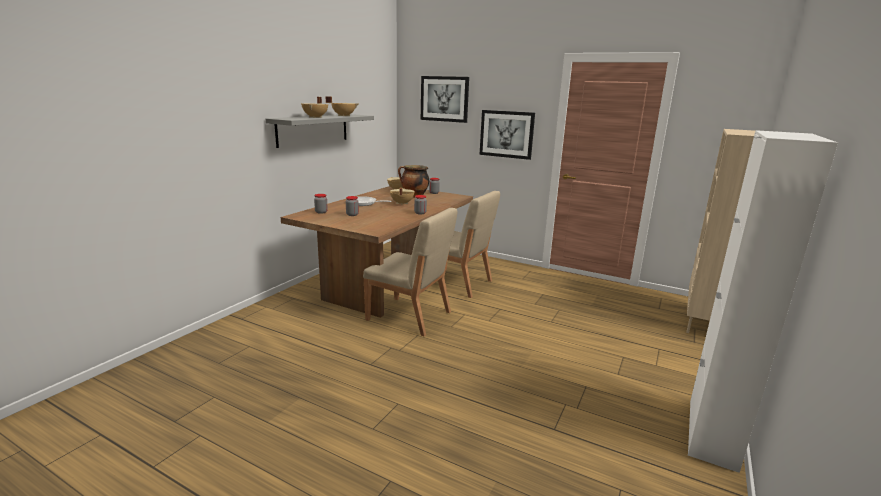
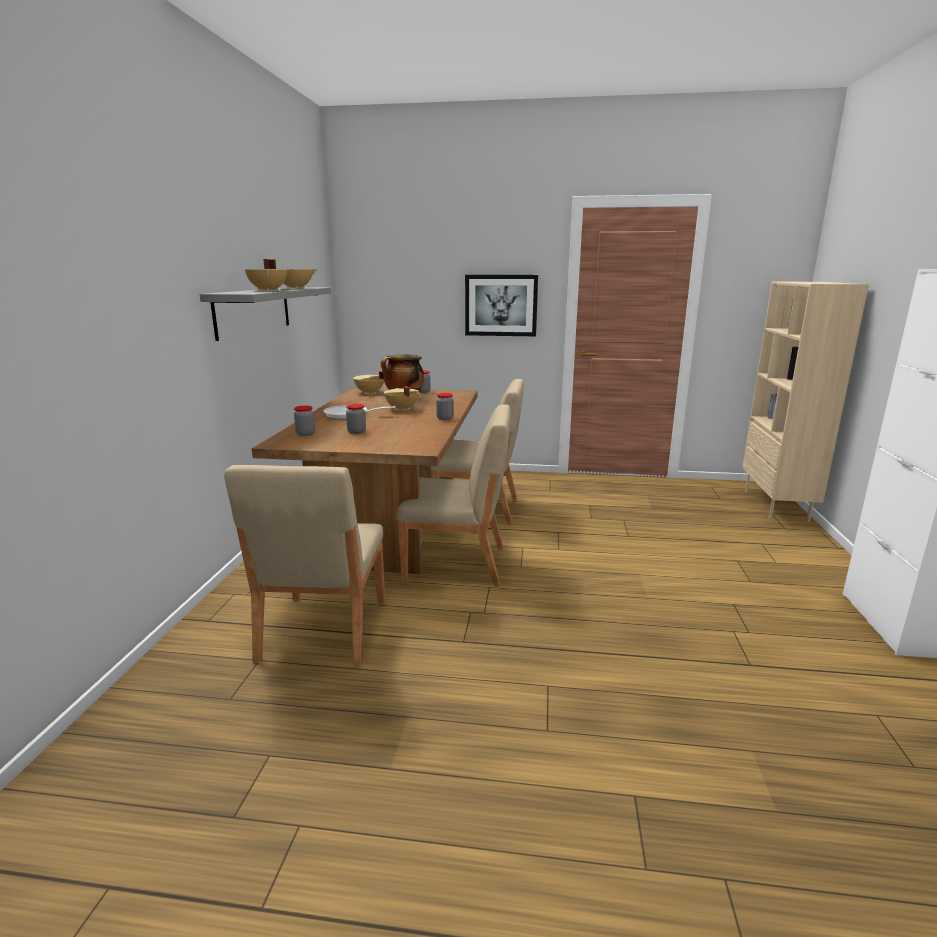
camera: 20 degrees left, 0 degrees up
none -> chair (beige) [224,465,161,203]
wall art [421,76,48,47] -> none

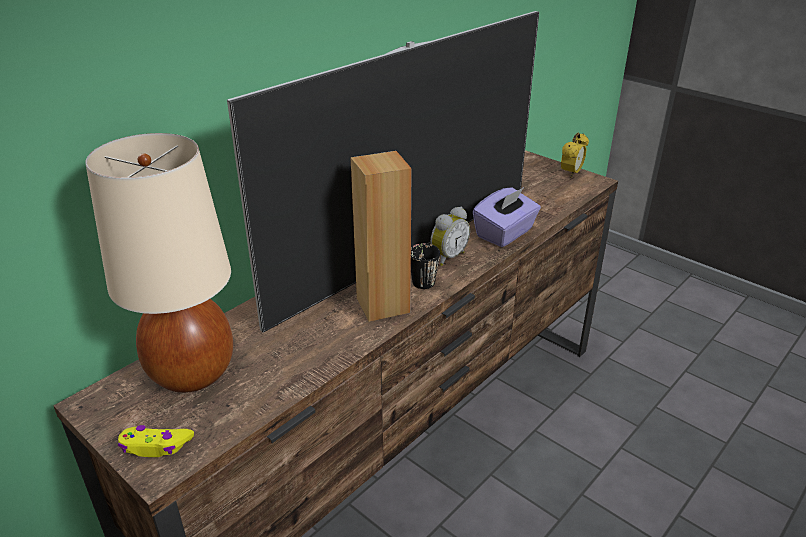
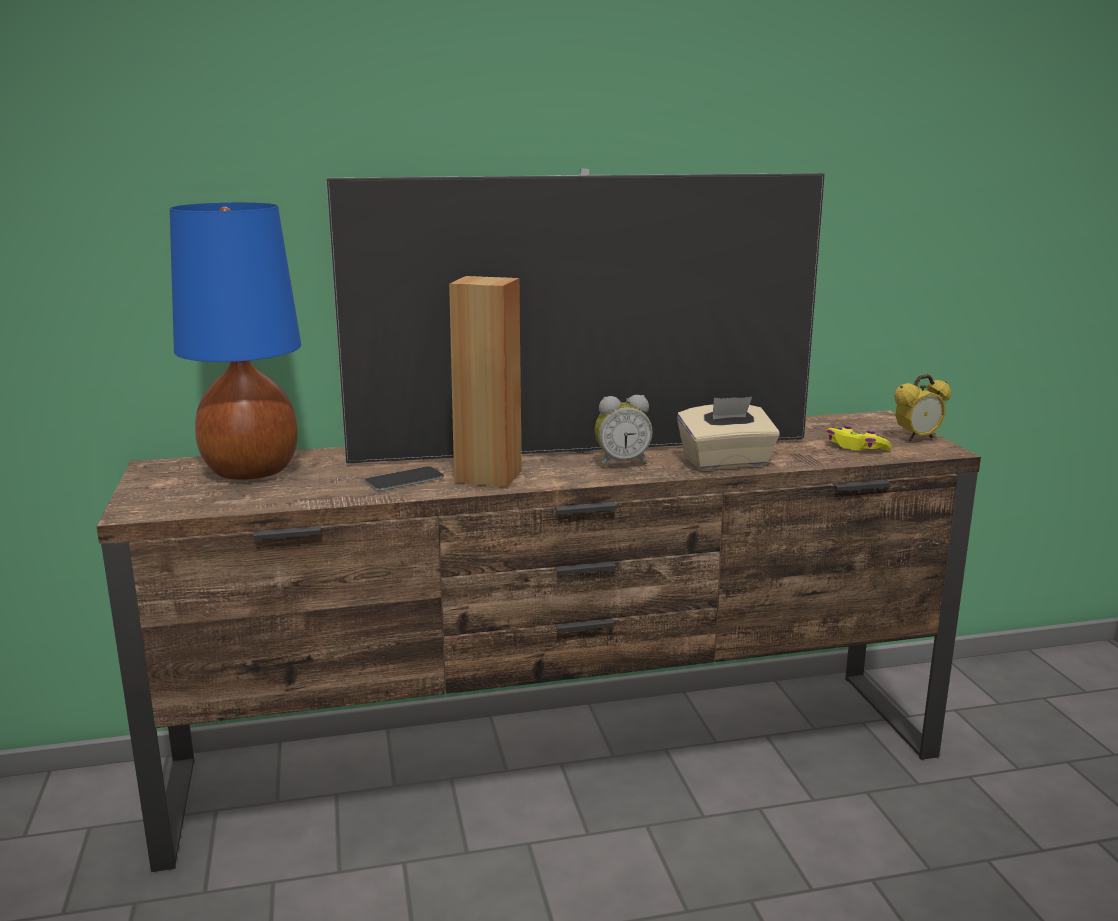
camera: 35 degrees right, 15 degrees down
tabletop lamp (beige) [85,133,148,260] -> tabletop lamp (bluish) [170,203,131,277]
none -> phone [365,466,79,25]
tissue box (purple) [473,187,68,60] -> tissue box (beige) [677,397,103,73]
game controller (yellow) [118,425,76,32] -> game controller (yellow) [827,426,65,24], moved
tea mug (blackish) [411,243,29,46] -> none

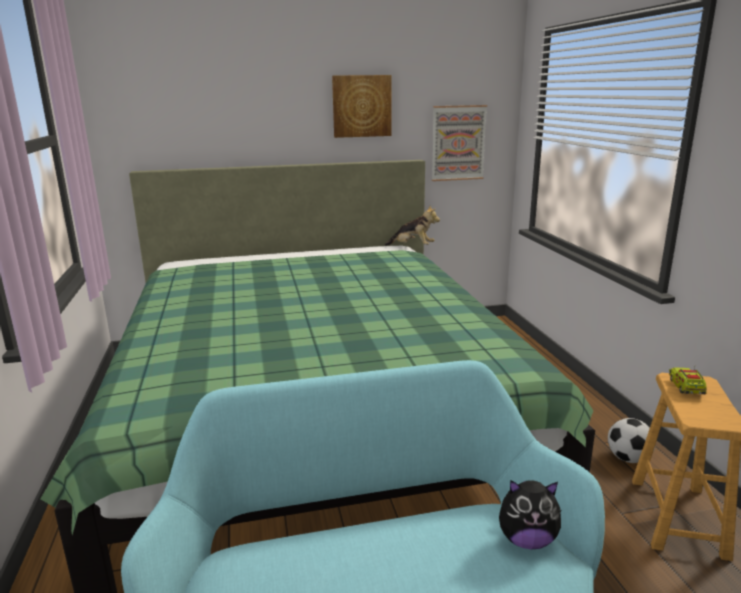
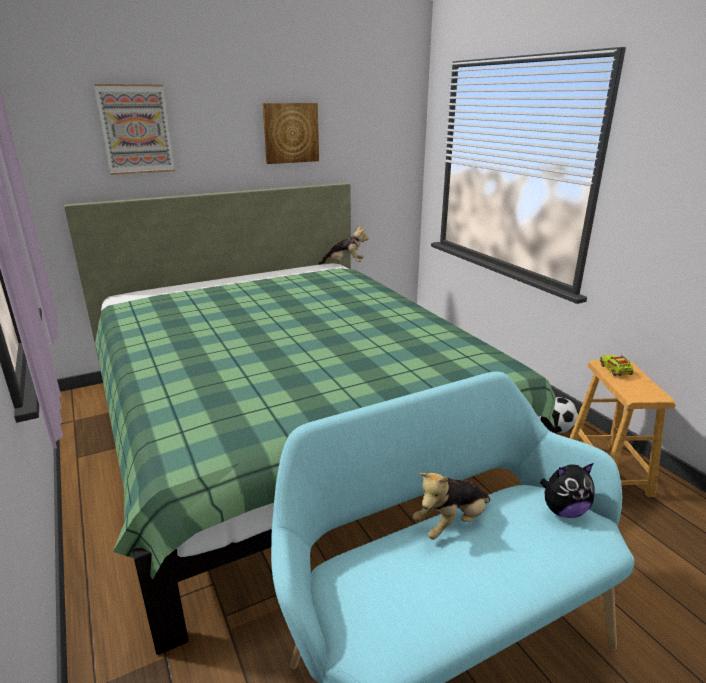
camera: 15 degrees left, 5 degrees up
wall art [432,105,55,76] -> wall art [94,84,81,91], moved
none -> plush toy [413,473,77,67]

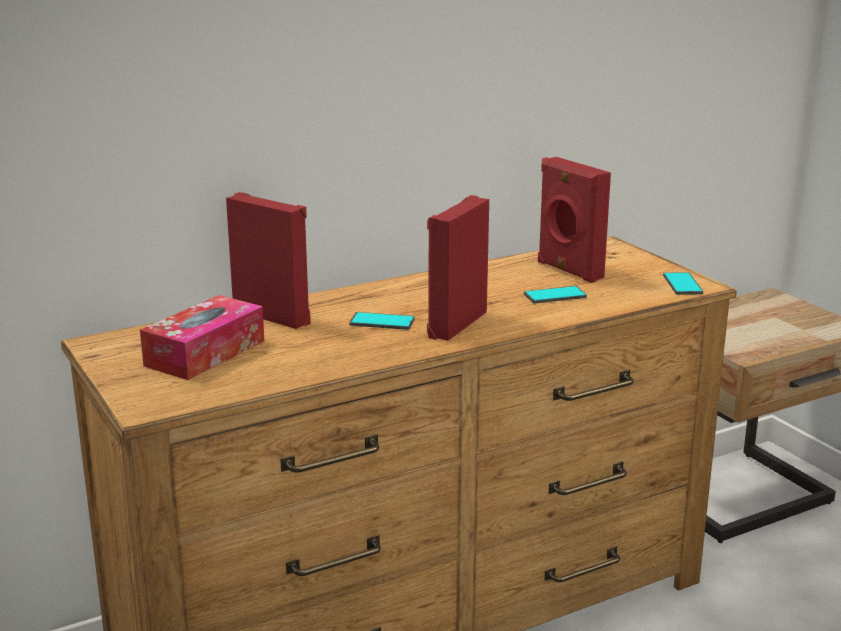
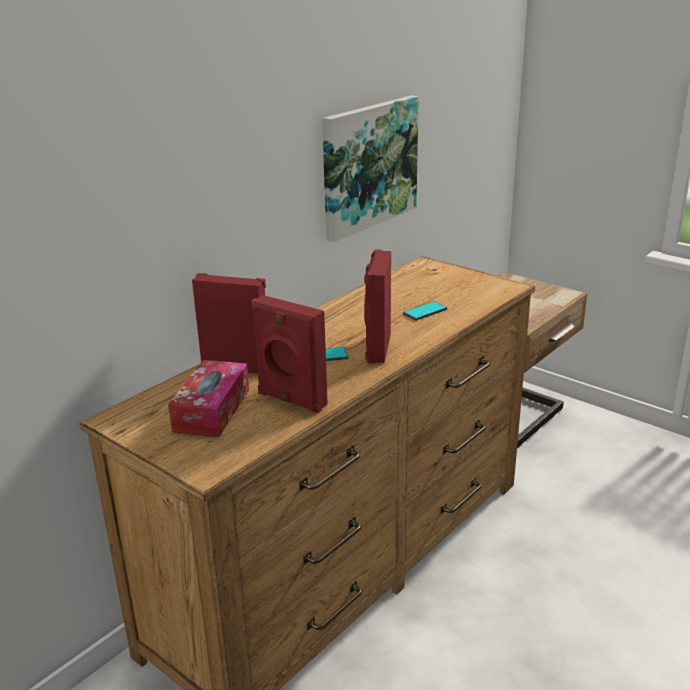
camera: 20 degrees left, 5 degrees up
audio speaker (red) [538,157,73,126] -> audio speaker (red) [251,295,76,118], moved
none -> wall art [322,95,97,147]
phone [663,272,40,23] -> none

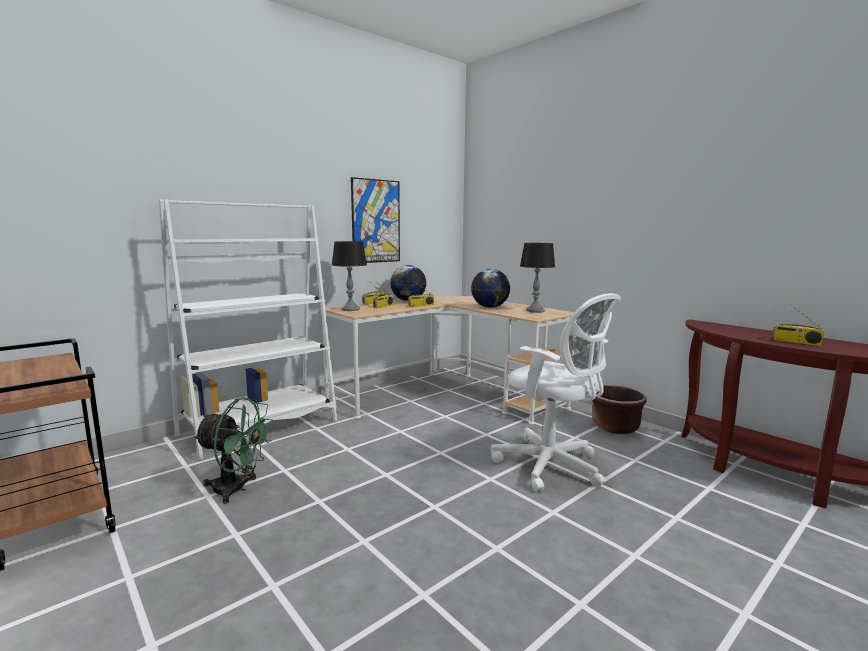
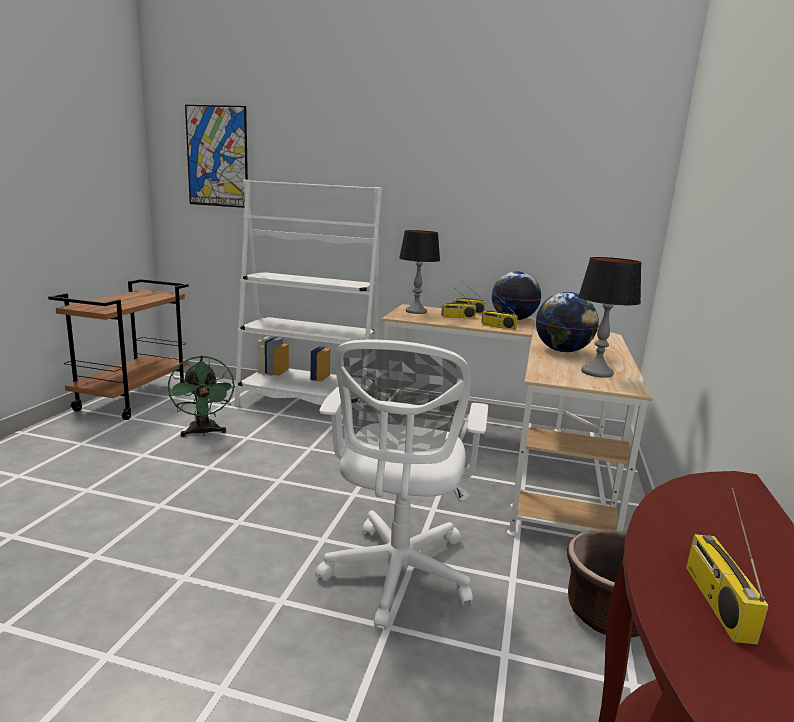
camera: 55 degrees right, 5 degrees up
wall art [351,177,49,86] -> wall art [185,105,63,103], moved

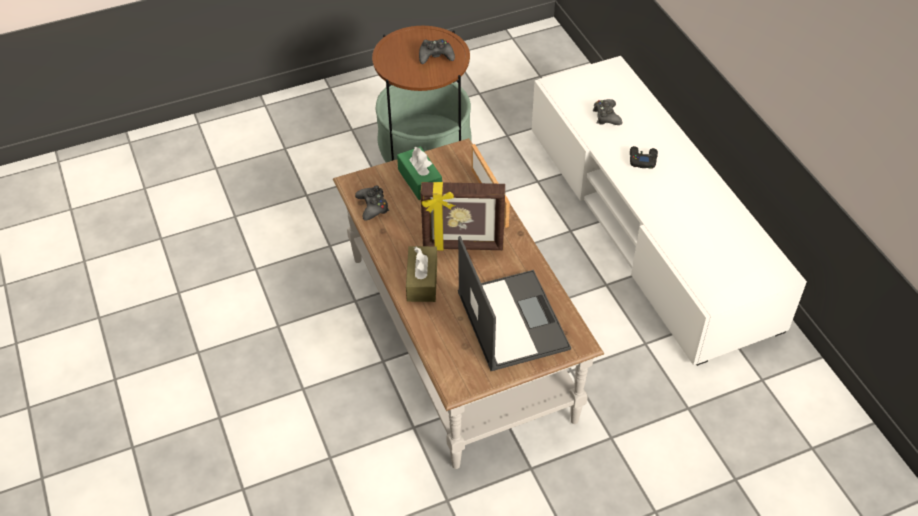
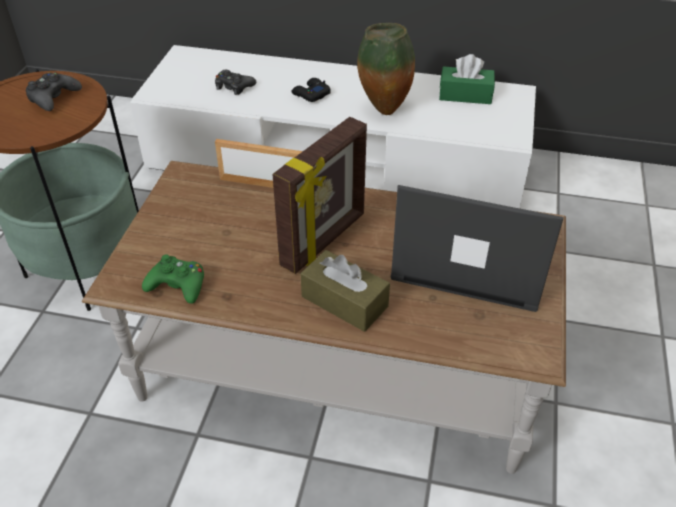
camera: 55 degrees left, 5 degrees down
game controller (blackish) [355,185,34,36] -> game controller (greenish) [142,254,62,50]
none -> decorative vase [357,23,58,92]
tissue box (greenish) [397,147,45,53] -> tissue box (greenish) [439,54,56,50], moved

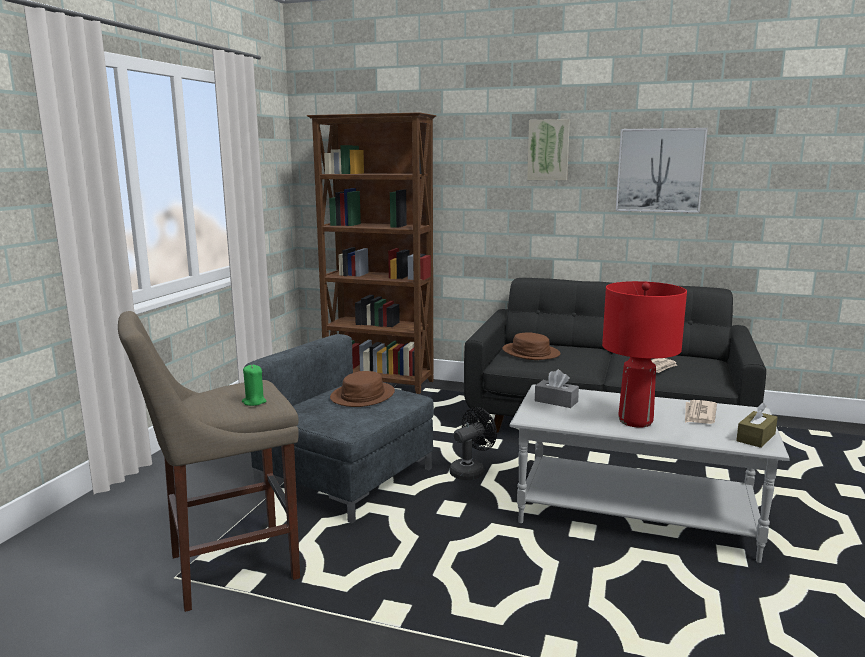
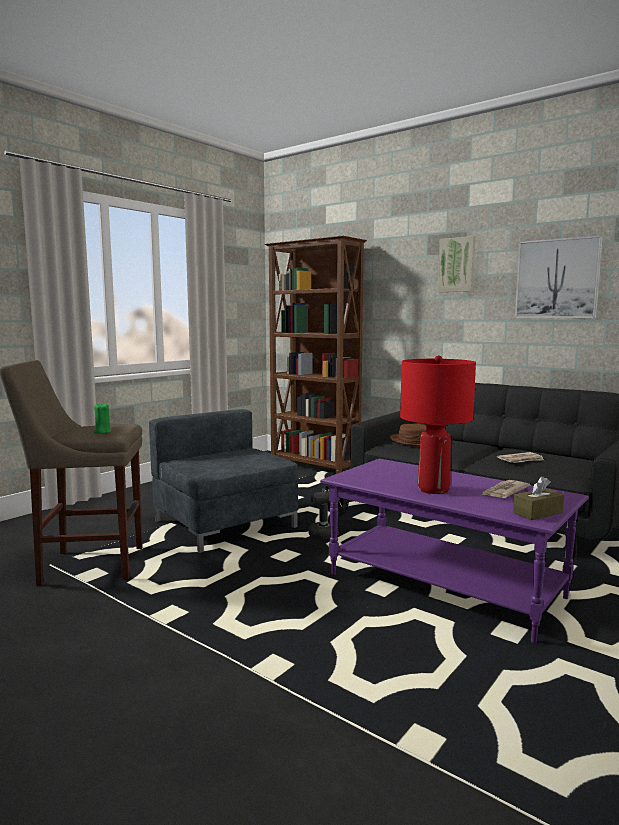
camera: 20 degrees right, 5 degrees down
lounge table (greyish) [509,384,281,179] -> lounge table (purple) [320,459,269,184]
hat (brownish) [330,371,65,36] -> none
tissue box (greyish) [535,370,44,38] -> none

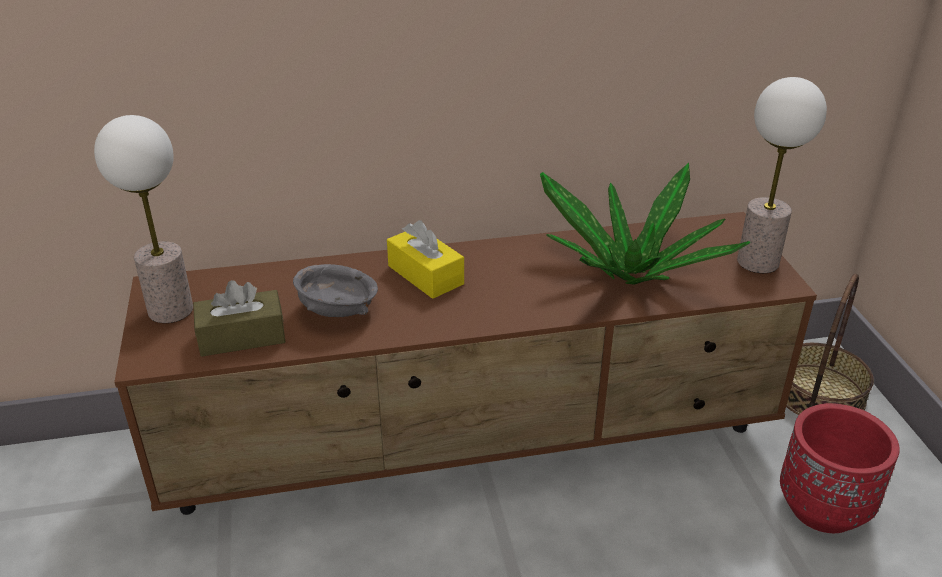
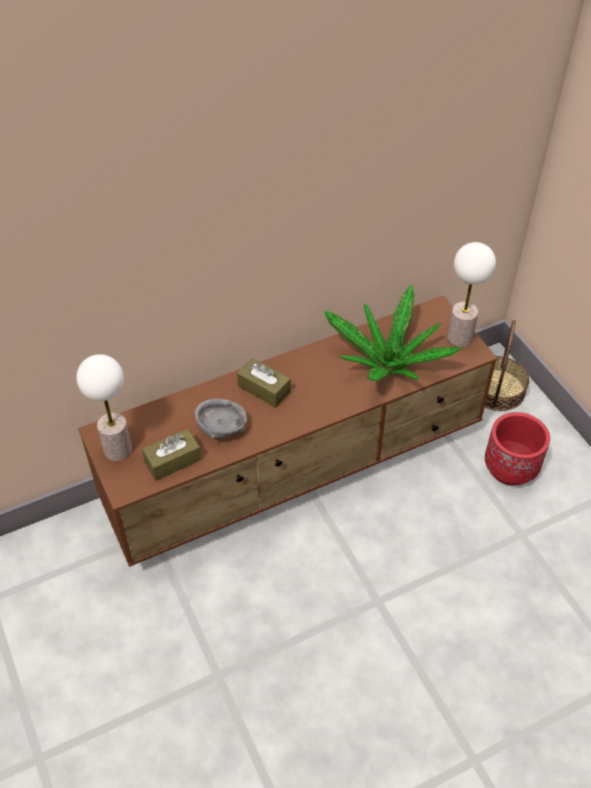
camera: 15 degrees left, 15 degrees up
tissue box (yellow) [387,220,77,79] -> tissue box (brownish) [237,358,54,49]

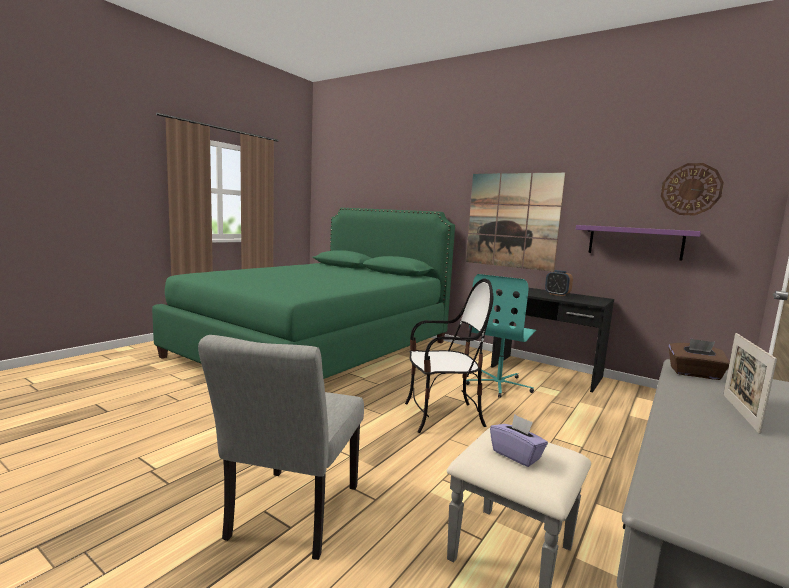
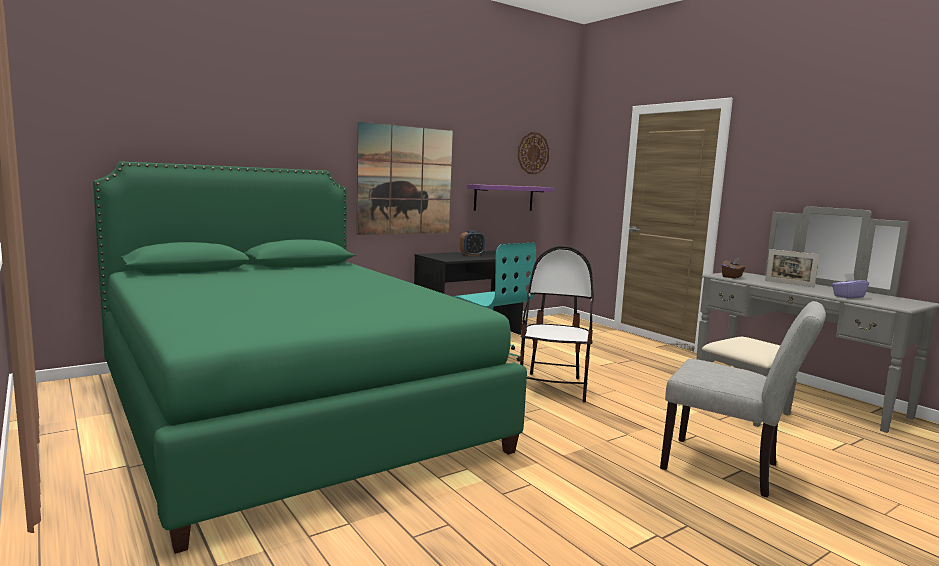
camera: 70 degrees left, 0 degrees up
tissue box (purple) [490,414,58,53] -> tissue box (purple) [832,273,37,26], moved

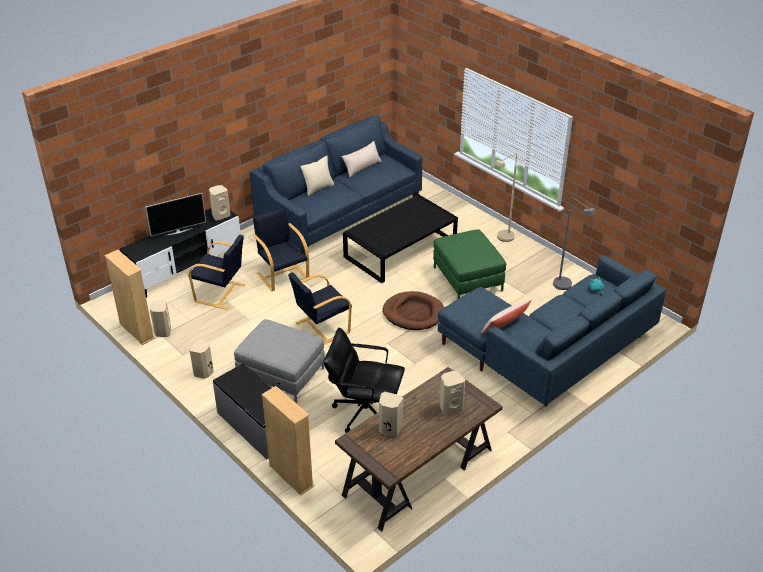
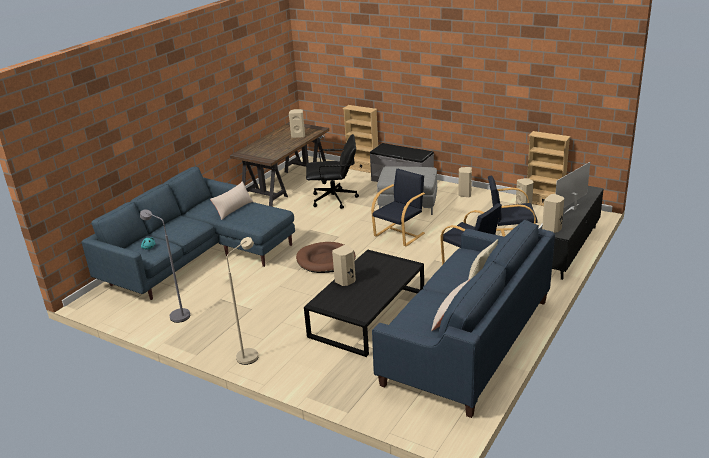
camera: 165 degrees right, 10 degrees down
audio speaker (beige) [440,371,25,44] -> audio speaker (beige) [332,245,24,41], moved
footrest (greenish) [433,229,73,70] -> none

